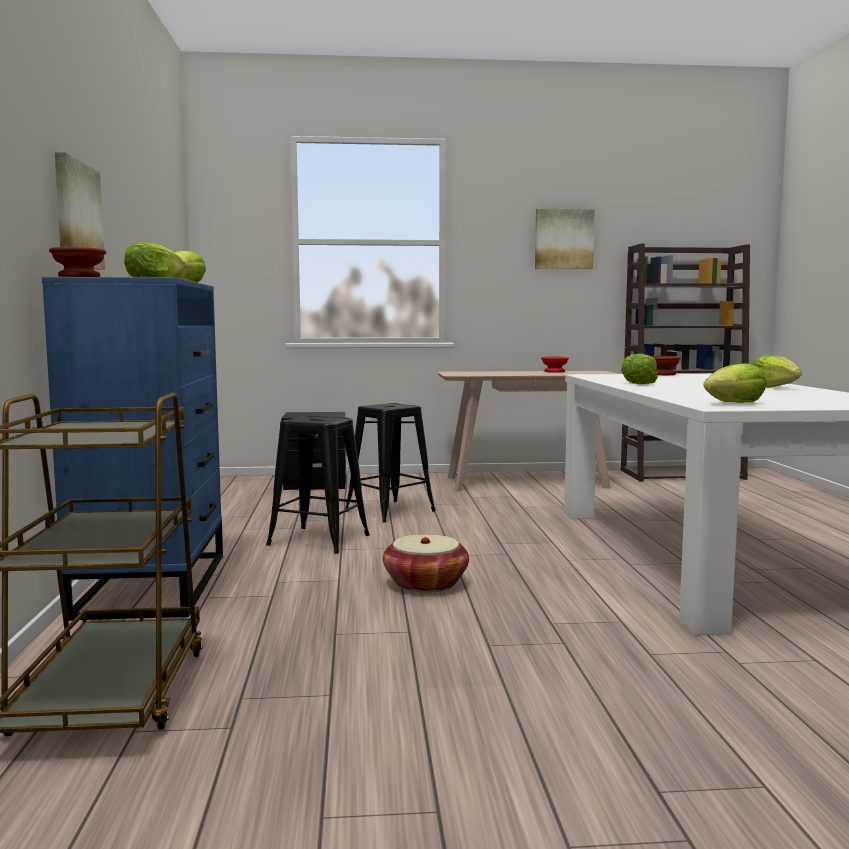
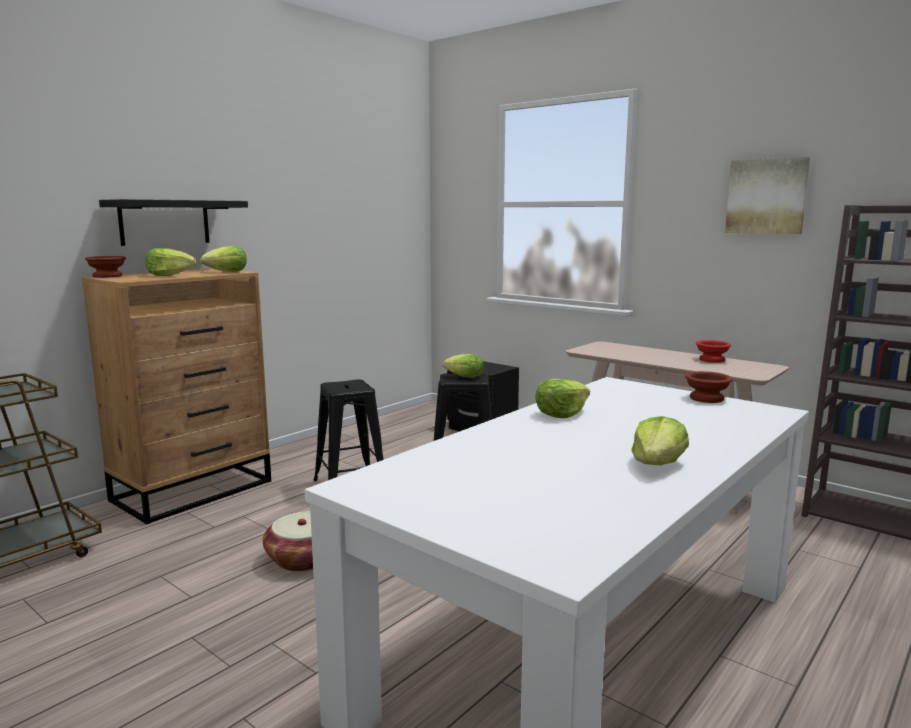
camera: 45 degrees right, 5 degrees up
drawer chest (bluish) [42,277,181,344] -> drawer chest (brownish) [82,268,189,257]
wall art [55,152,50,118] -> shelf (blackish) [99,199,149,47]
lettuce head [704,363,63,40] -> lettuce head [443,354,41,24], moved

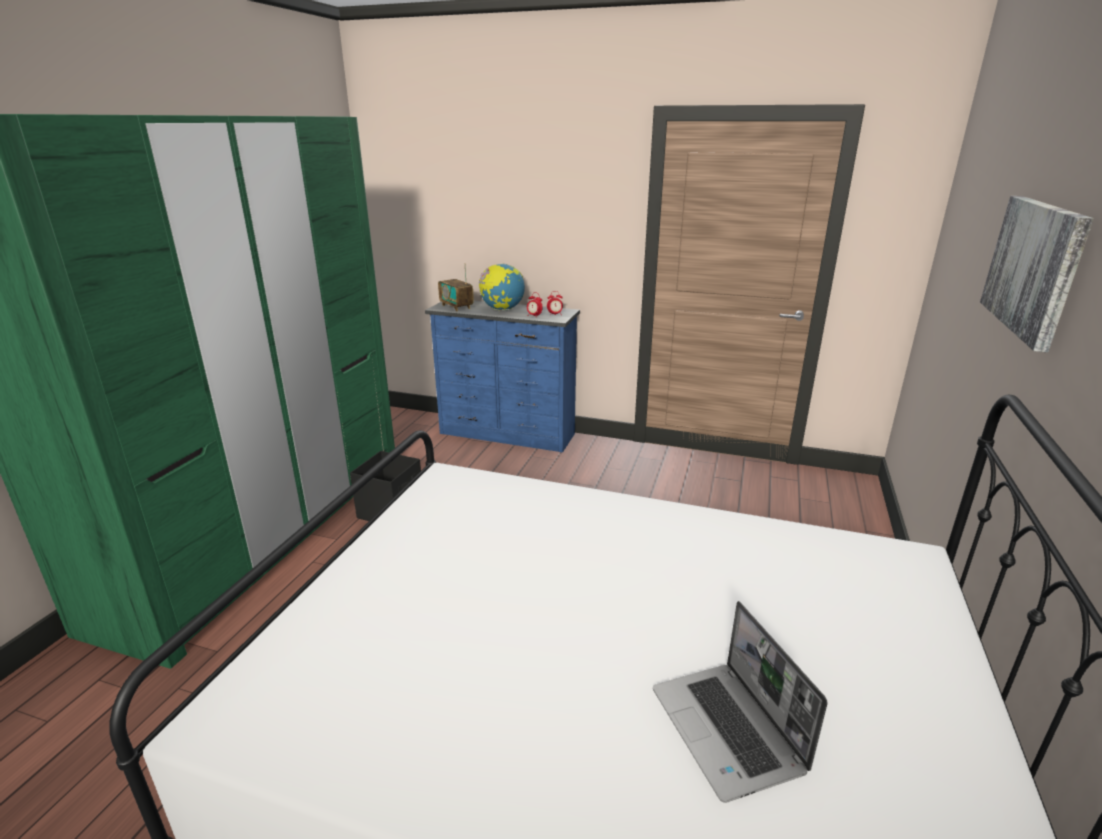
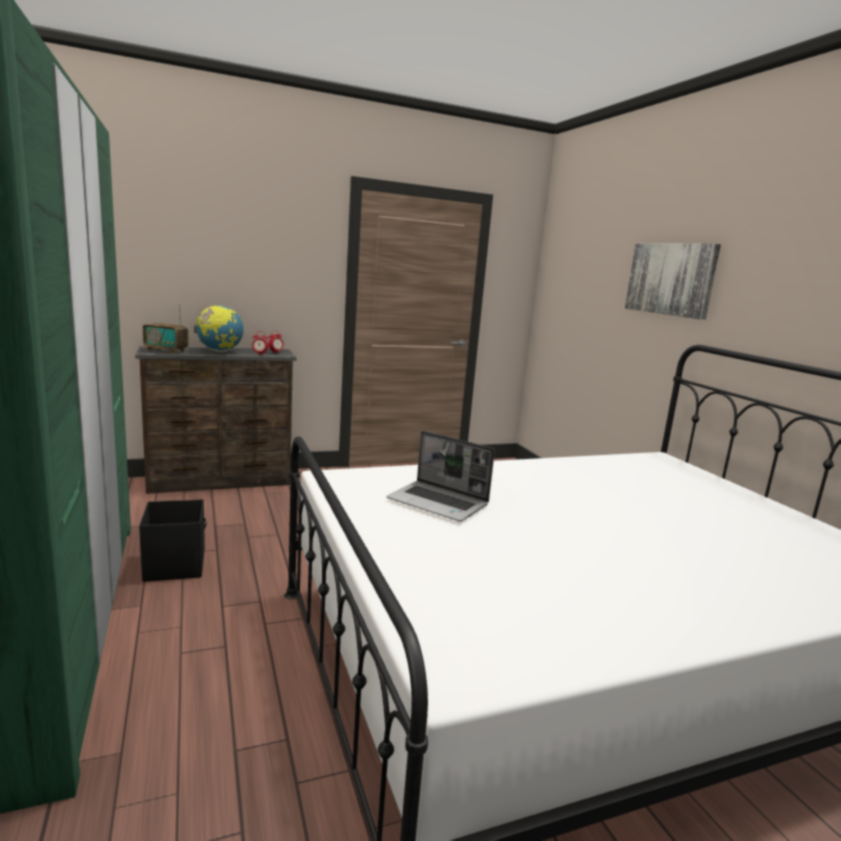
camera: 40 degrees left, 10 degrees down
drawer chest (bluish) [425,301,155,151] -> drawer chest (brownish) [135,346,162,148]
notebook computer [653,601,175,202] -> notebook computer [386,431,109,91], moved

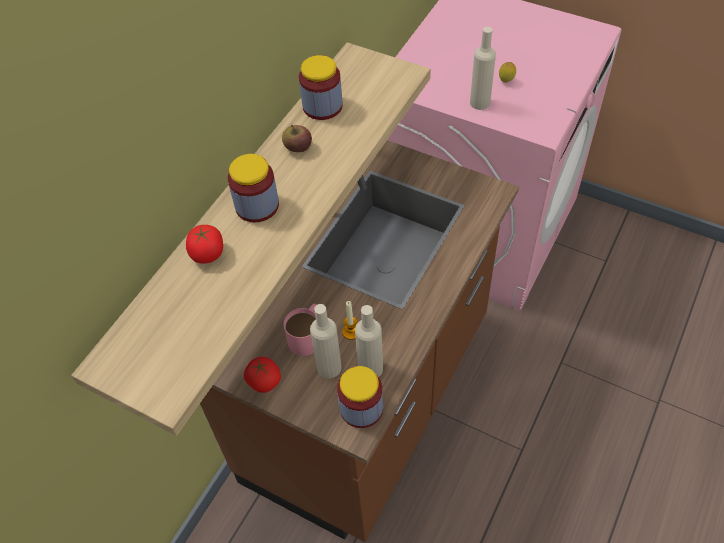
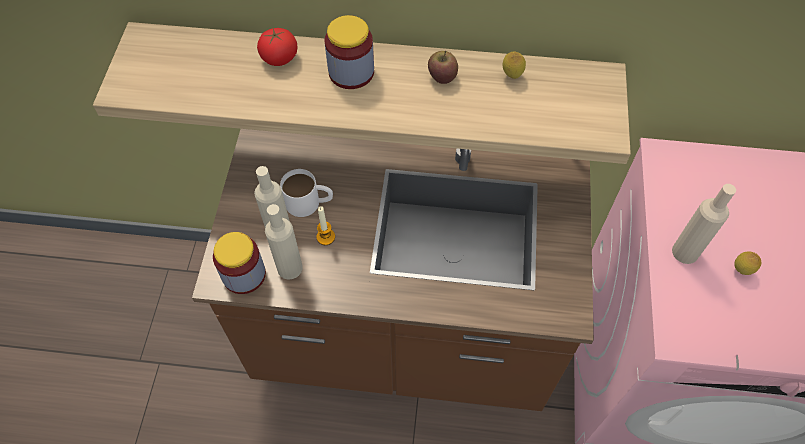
camera: 65 degrees right, 5 degrees up
tea mug (pink-coloured) [284,304,33,52] -> tea mug (white-coloured) [280,169,53,48]
jar [299,55,43,65] -> whole lemon [502,51,24,28]
fresh tomato [244,357,37,36] -> none

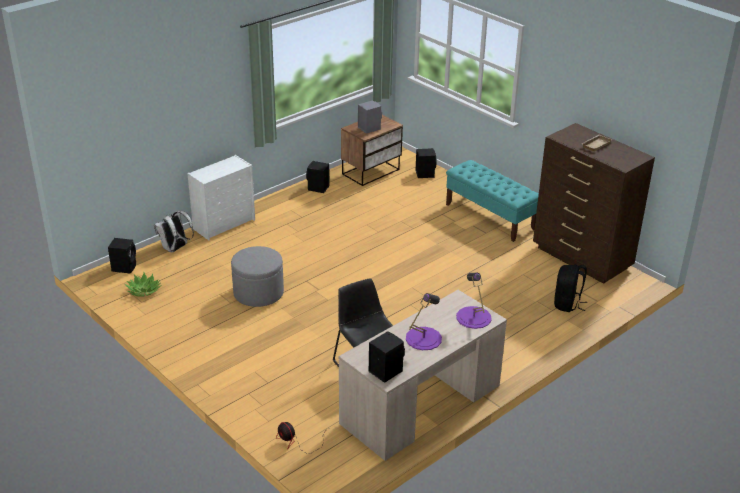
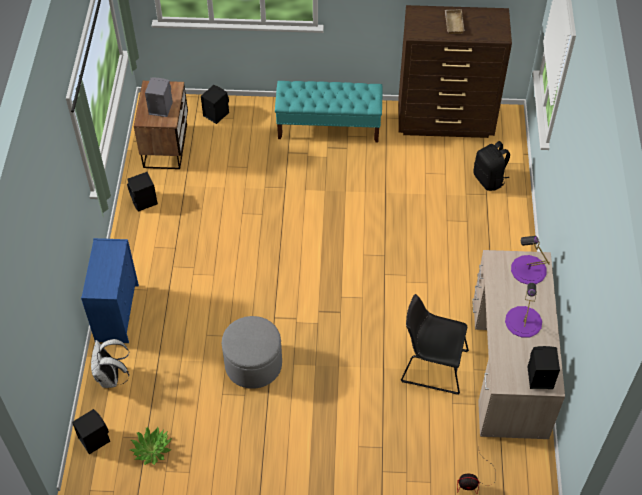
camera: 45 degrees left, 20 degrees up
drawer chest (white-coloured) [187,155,68,85] -> drawer chest (bluish) [81,238,58,105]

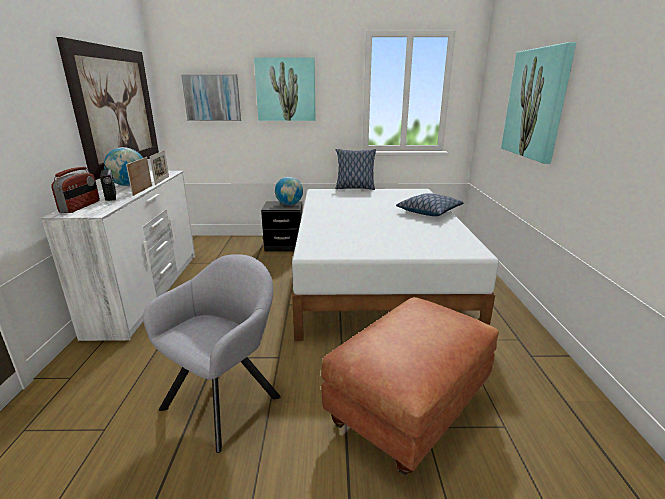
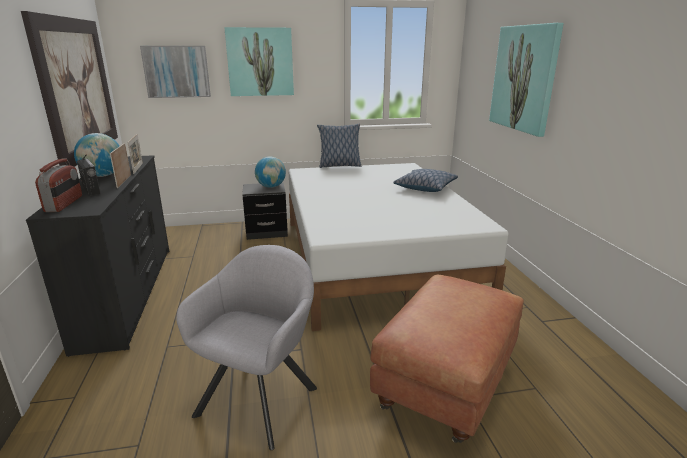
camera: 10 degrees left, 0 degrees up
drawer chest (white-coloured) [41,171,154,170] -> drawer chest (blackish) [26,155,144,202]

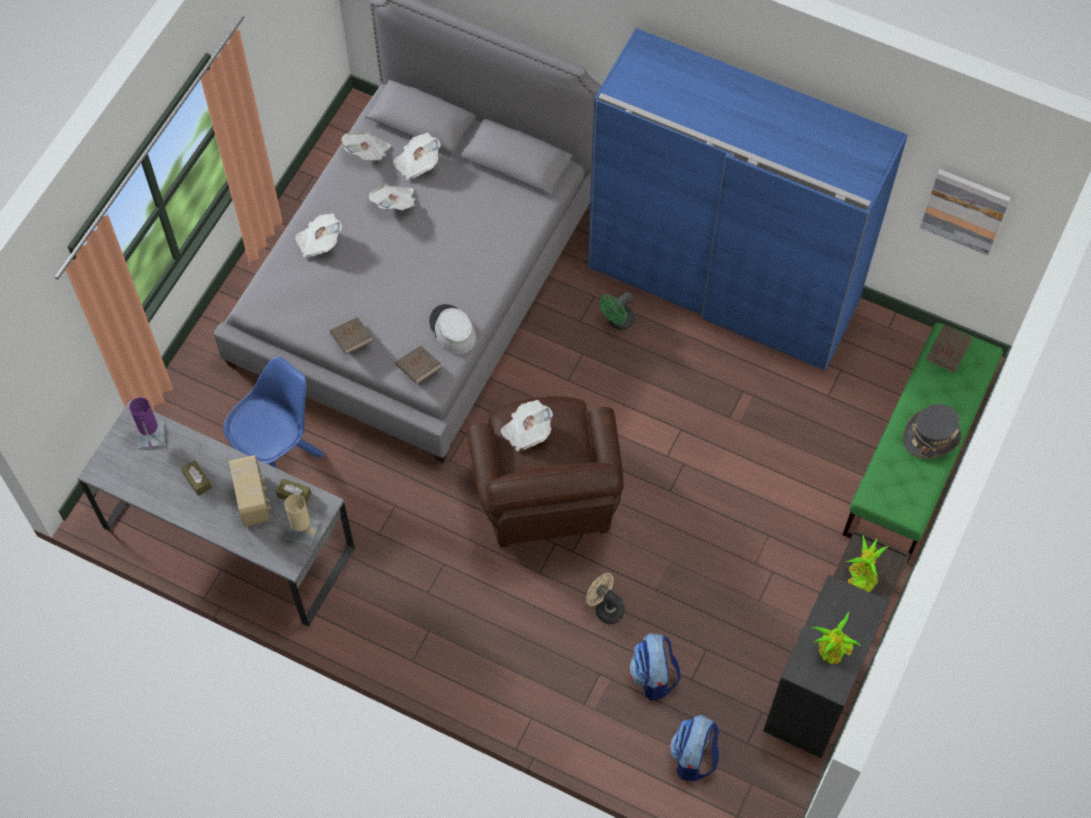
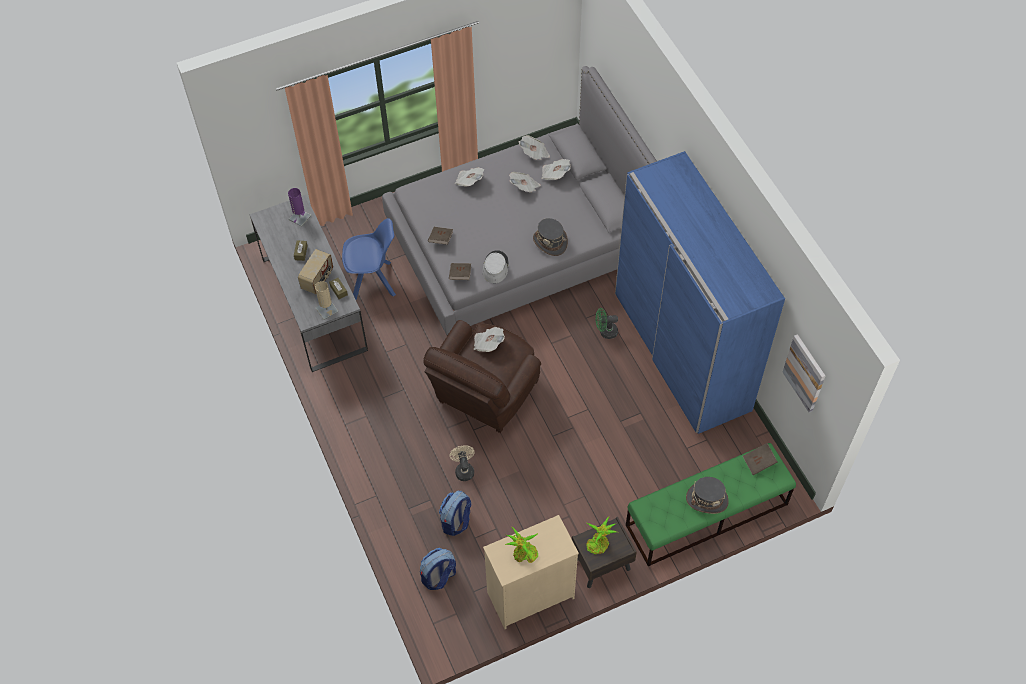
camera: 40 degrees right, 5 degrees down
drawer chest (blackish) [763,574,127,184] -> drawer chest (beige) [483,515,96,114]
none -> hat (greyish) [533,218,35,38]

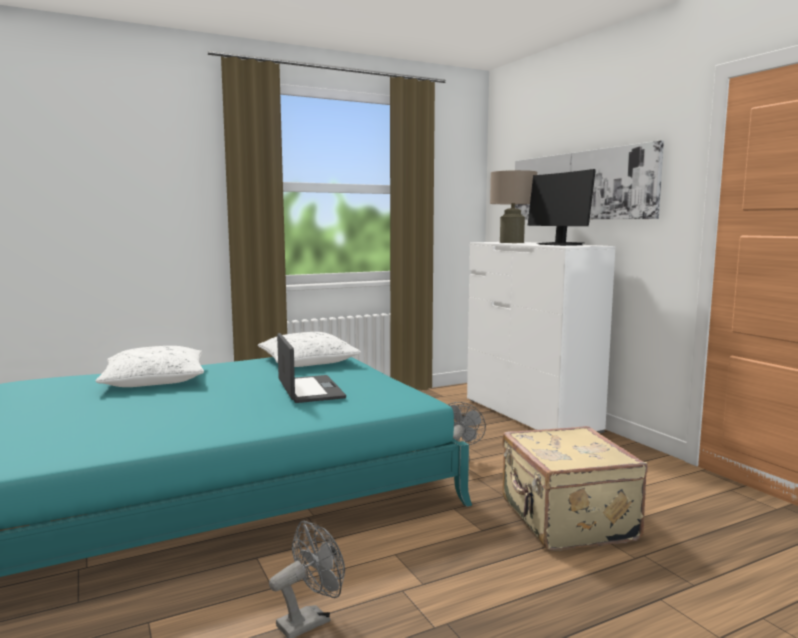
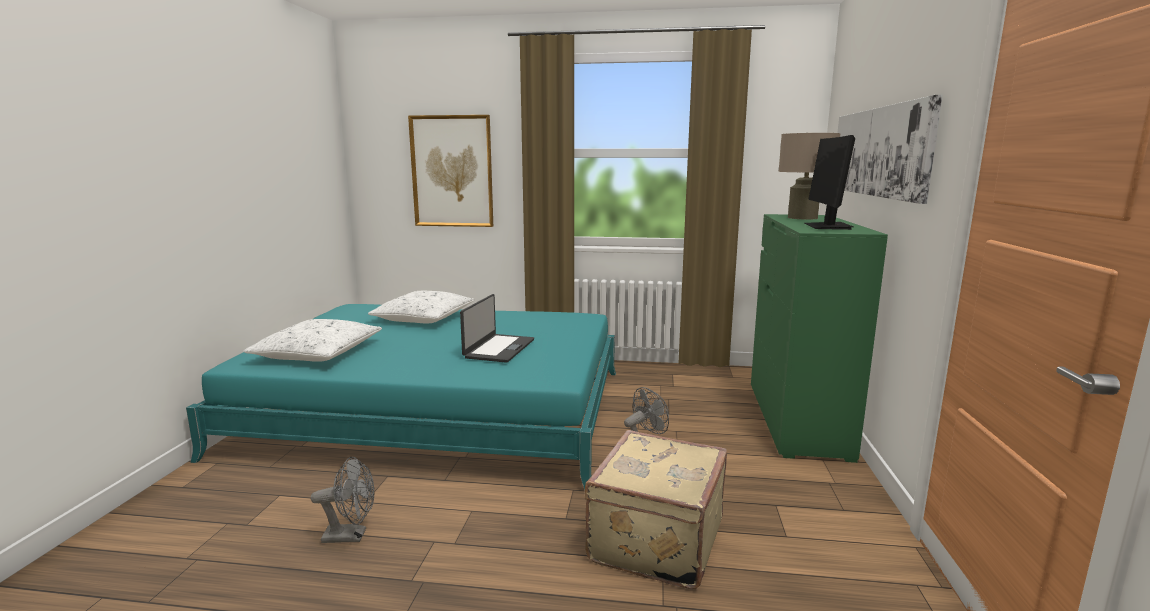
camera: 35 degrees right, 5 degrees up
pillow (white-coloured) [258,332,103,35] -> pillow (white-coloured) [243,319,139,43], moved
none -> wall art [408,115,85,112]
drawer chest (white-coloured) [467,242,148,191] -> drawer chest (greenish) [751,214,137,249]

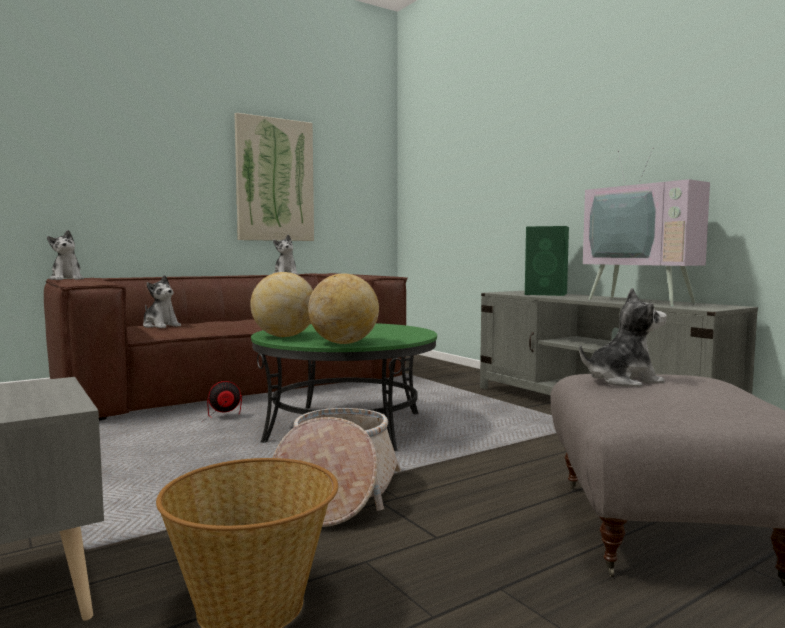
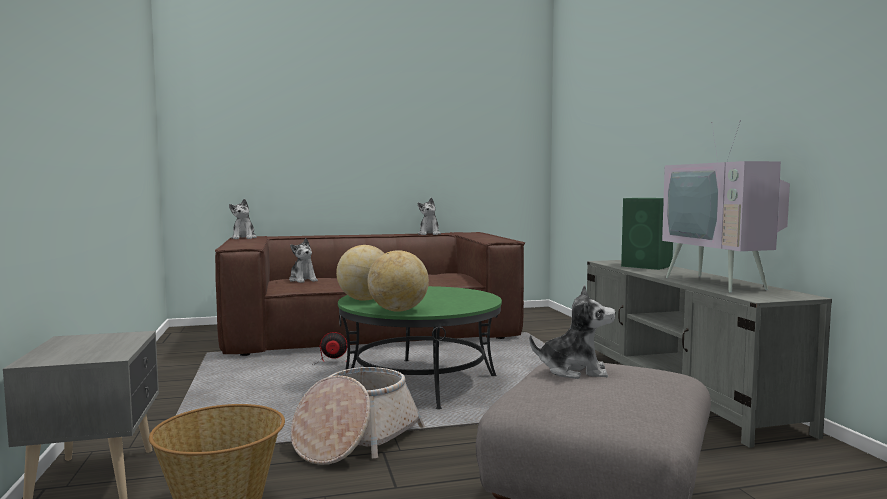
camera: 20 degrees right, 0 degrees up
wall art [235,113,79,128] -> none

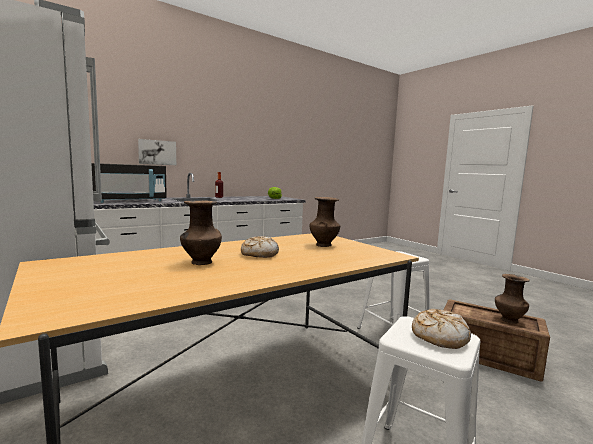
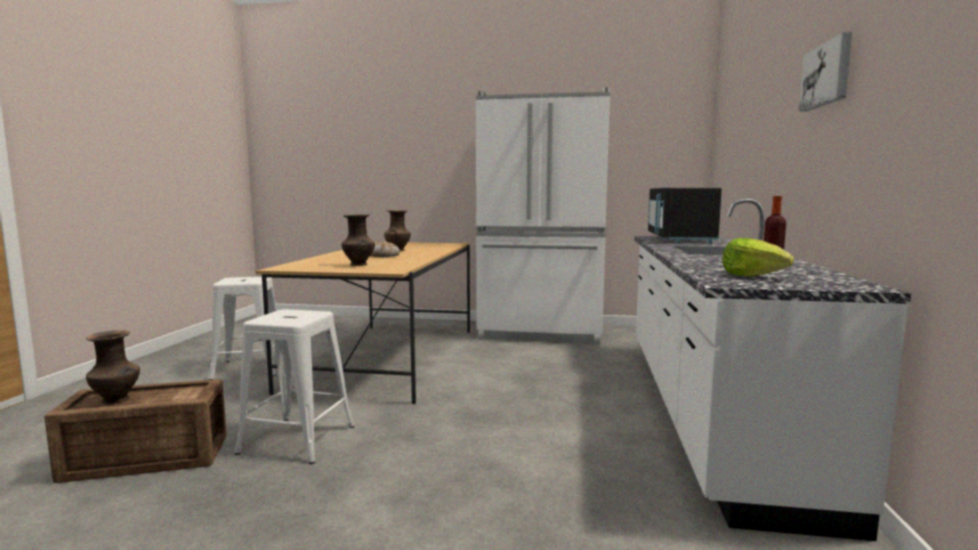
camera: 135 degrees right, 0 degrees up
wall art [138,139,38,26] -> wall art [799,32,53,80], moved
bakery bread [412,309,59,40] -> none

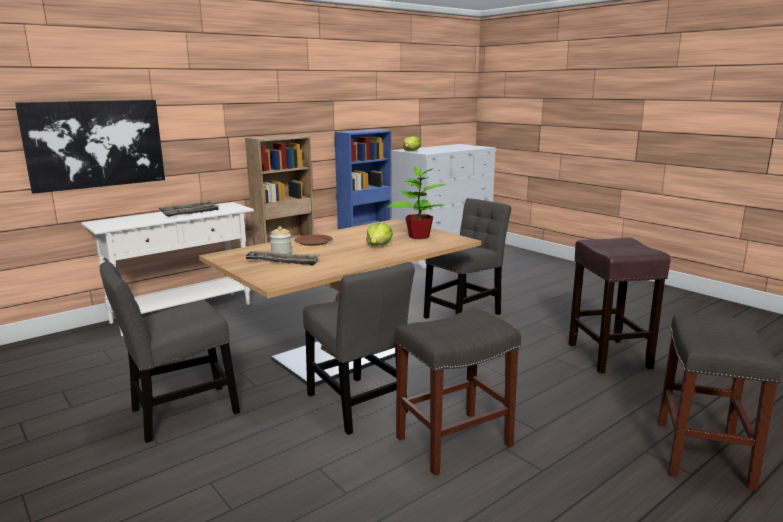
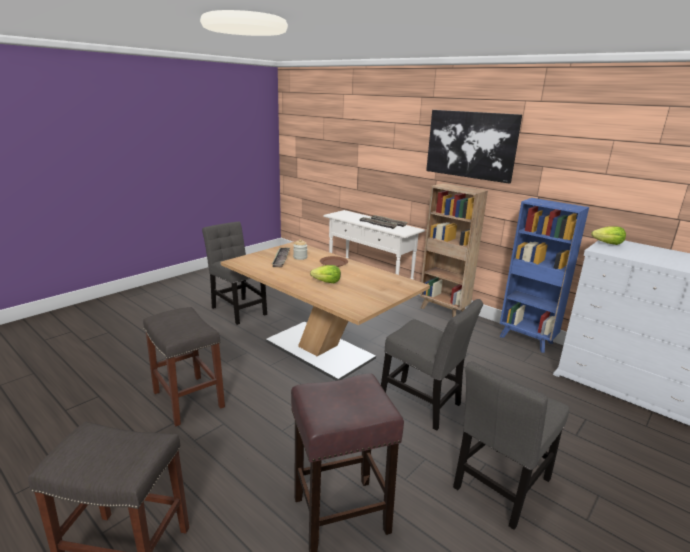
camera: 80 degrees right, 5 degrees up
wall art [15,100,150,94] -> wall art [426,110,96,74], moved
chair (greyish) [303,262,112,173] -> chair (greyish) [453,361,116,169], moved
plant in a pot [387,164,59,75] -> none

